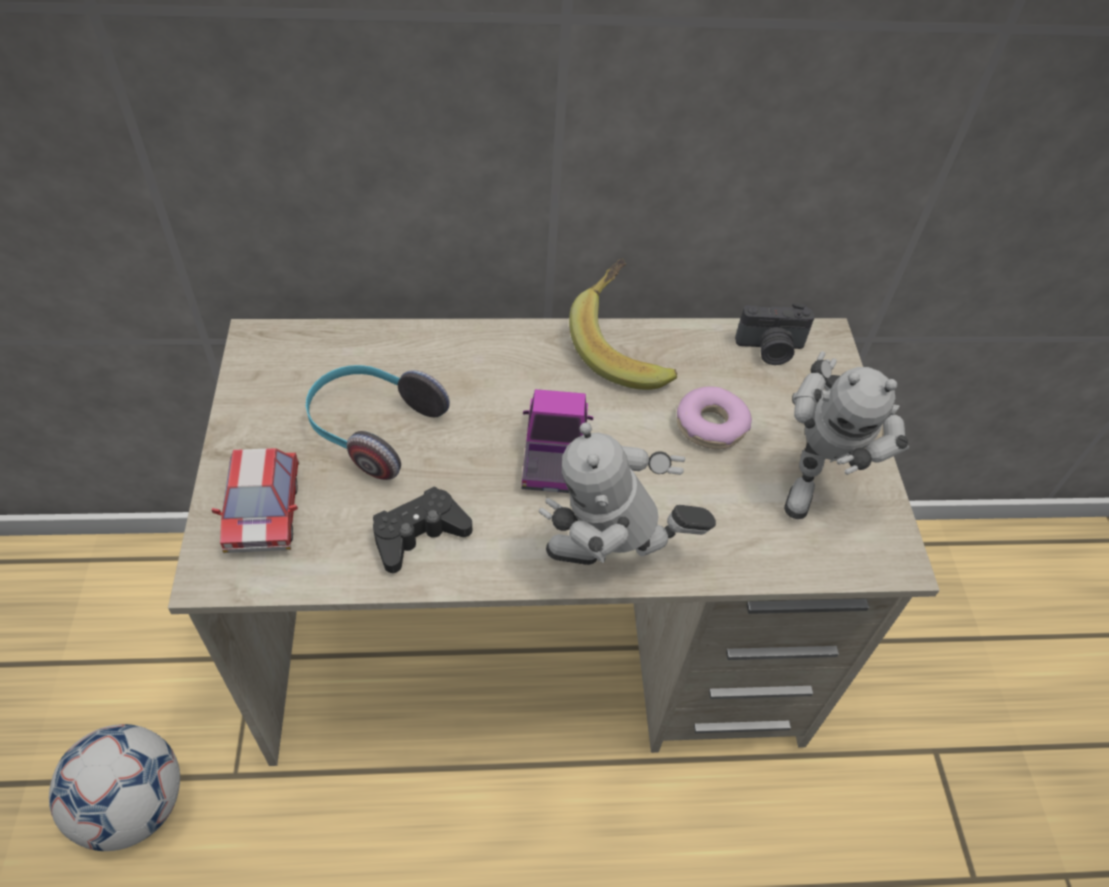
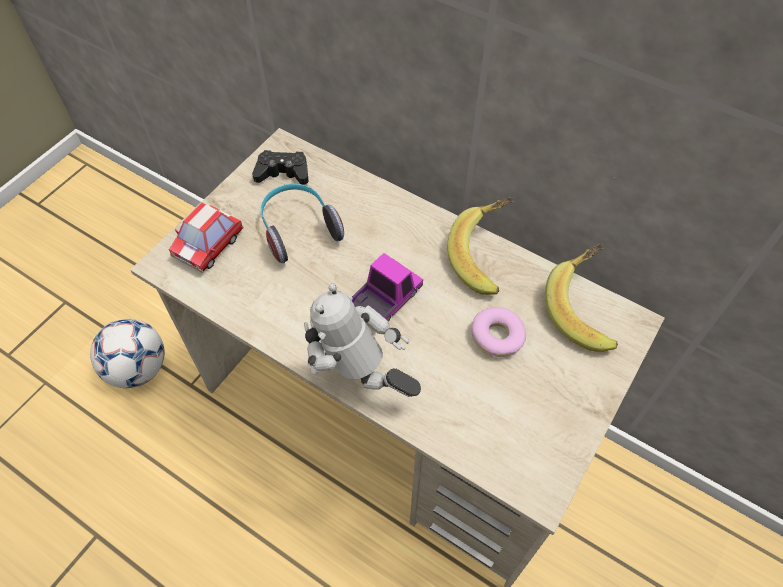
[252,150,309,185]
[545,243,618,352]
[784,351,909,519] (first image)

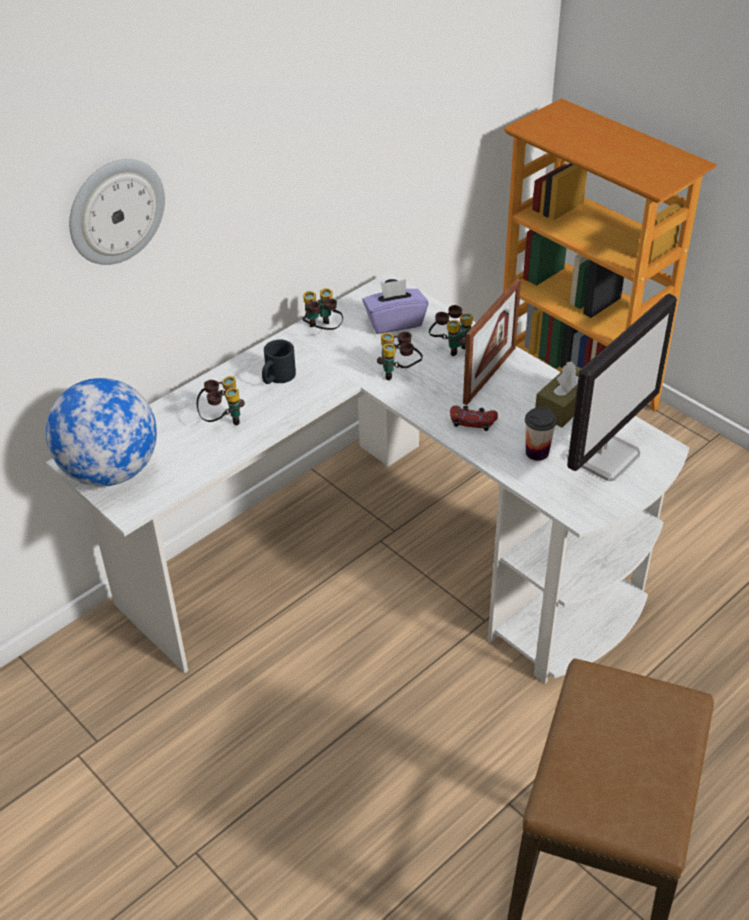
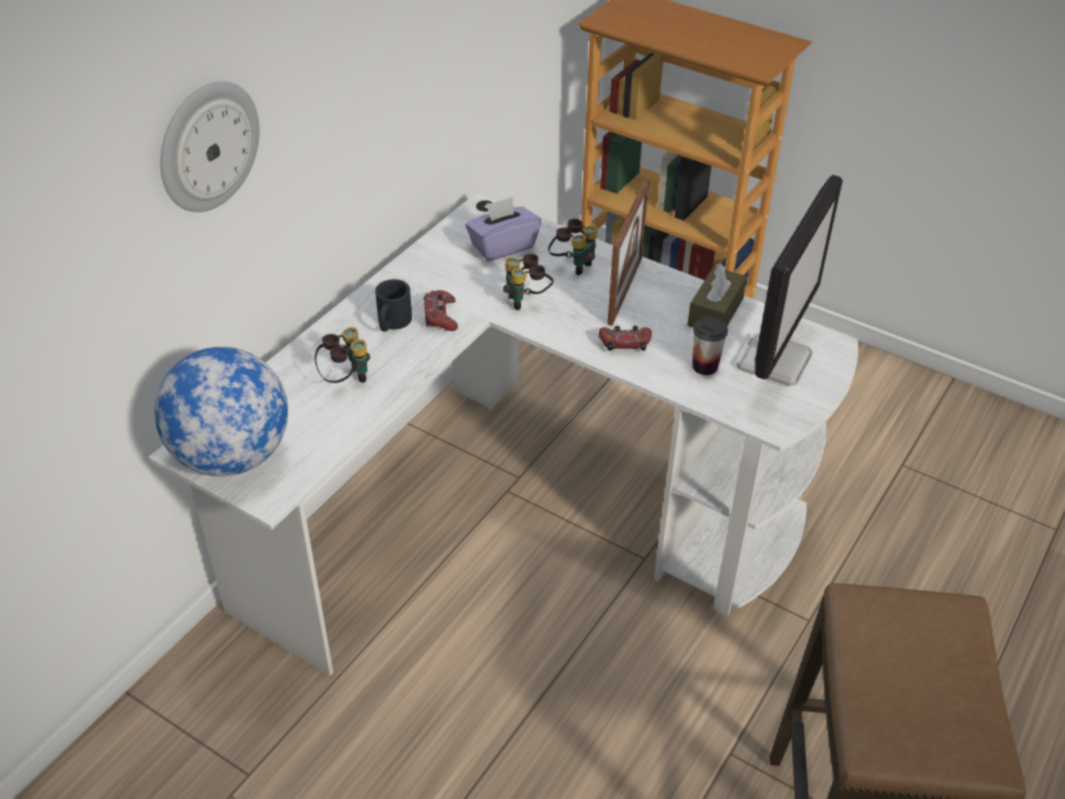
[302,288,343,330] (first image)
[424,290,458,331]

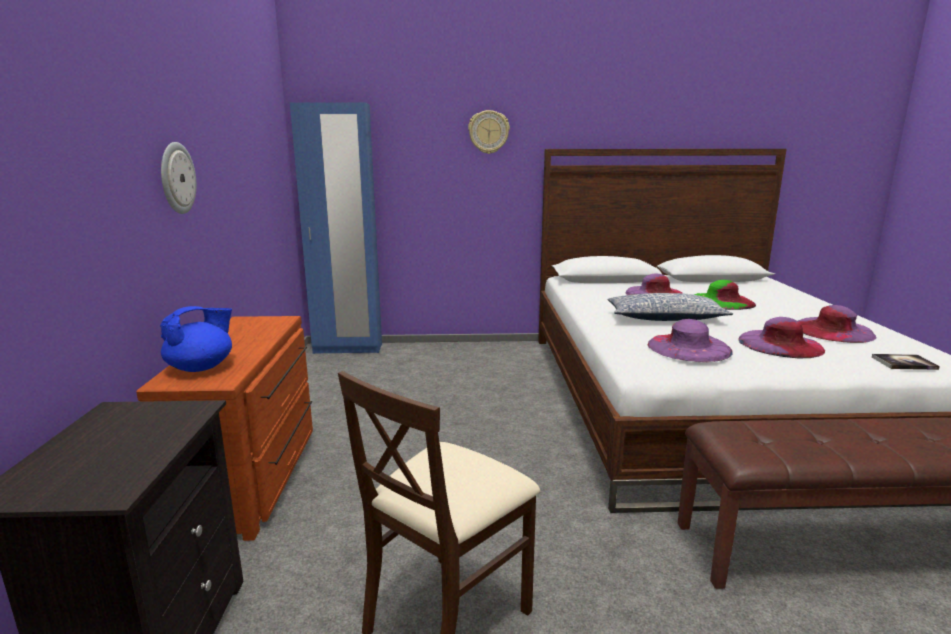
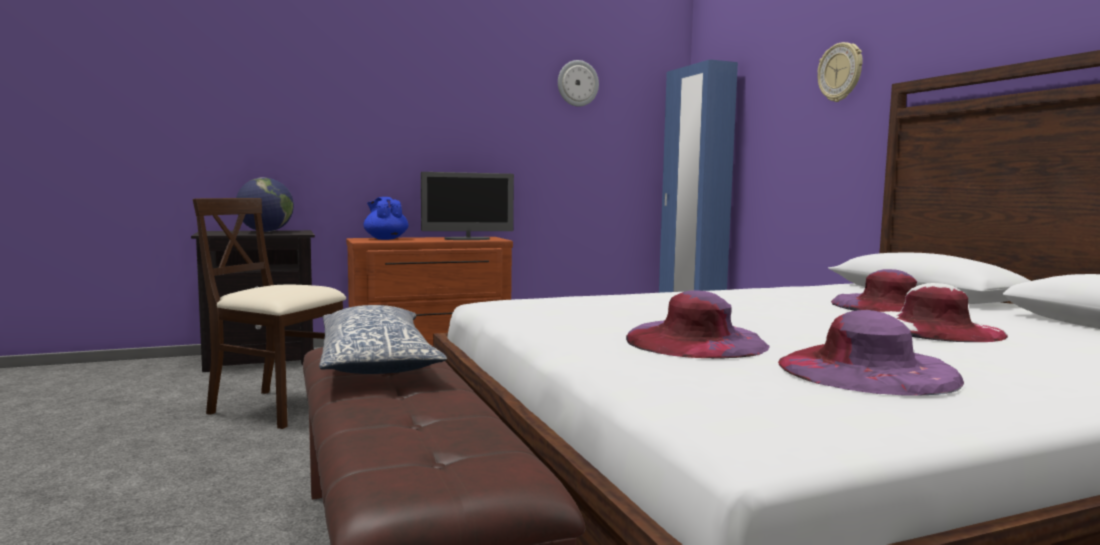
[364,197,408,240]
[558,60,599,107]
[319,305,447,374]
[648,319,733,362] (first image)
[883,283,1008,342]
[872,354,940,370] (first image)
[236,177,294,232]
[421,172,514,240]

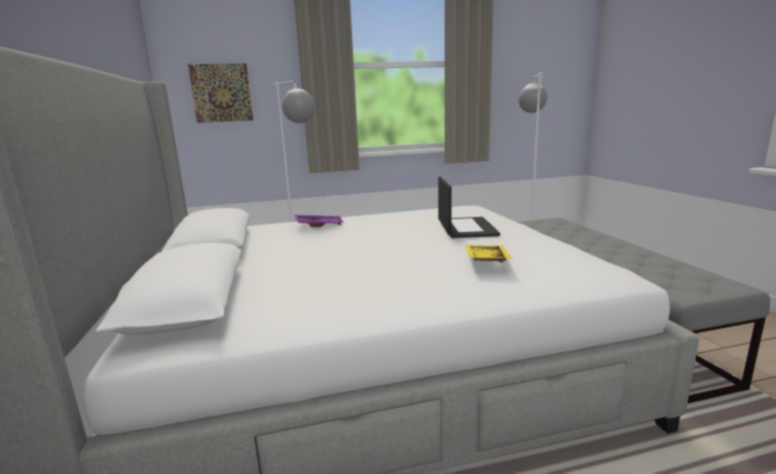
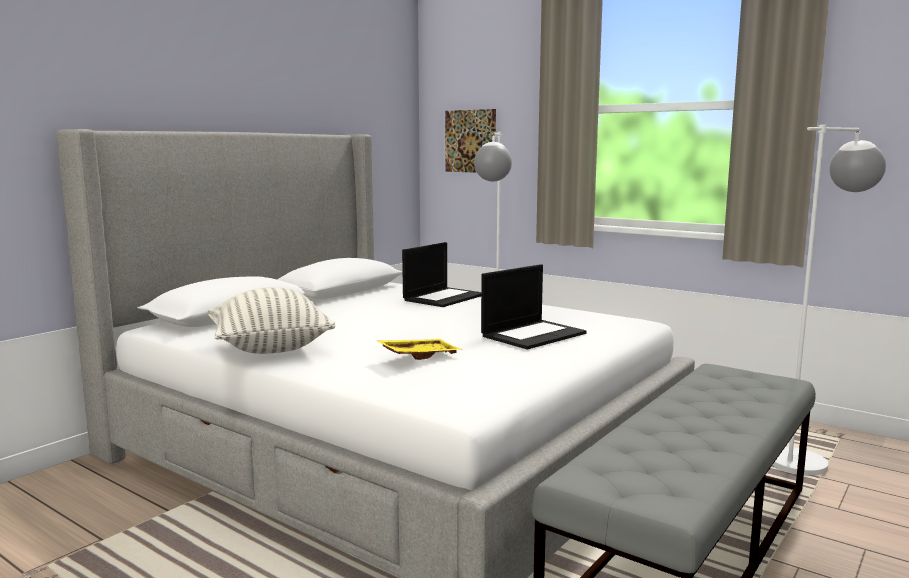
[402,242,481,307]
[208,287,336,354]

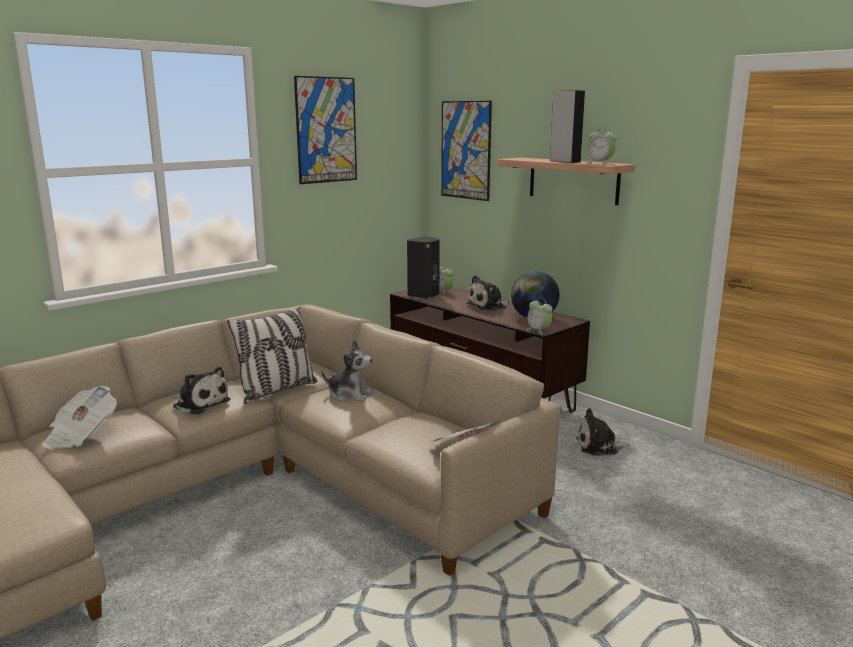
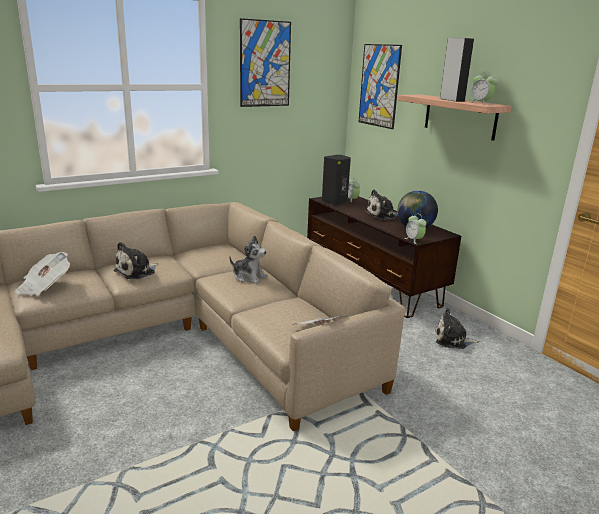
[114,242,159,279]
[227,307,317,404] (first image)

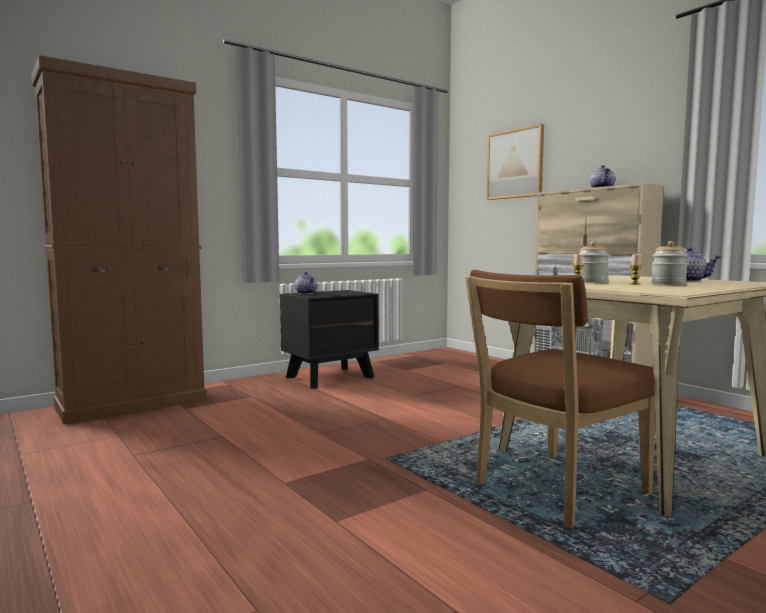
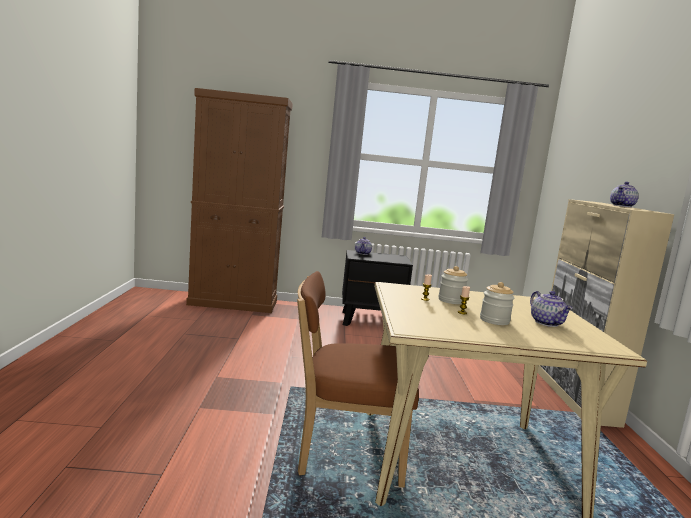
[487,124,544,200] (first image)

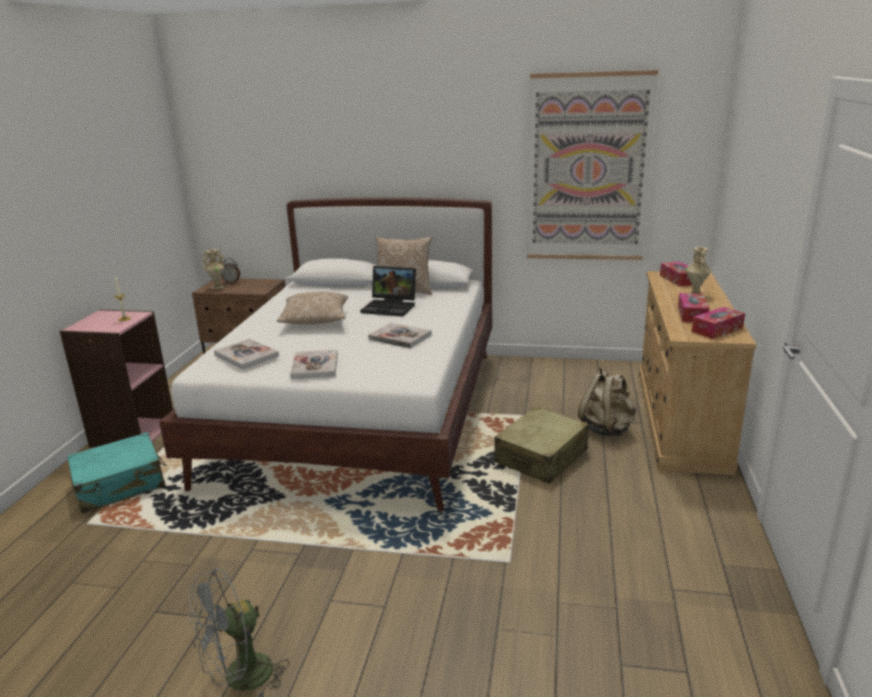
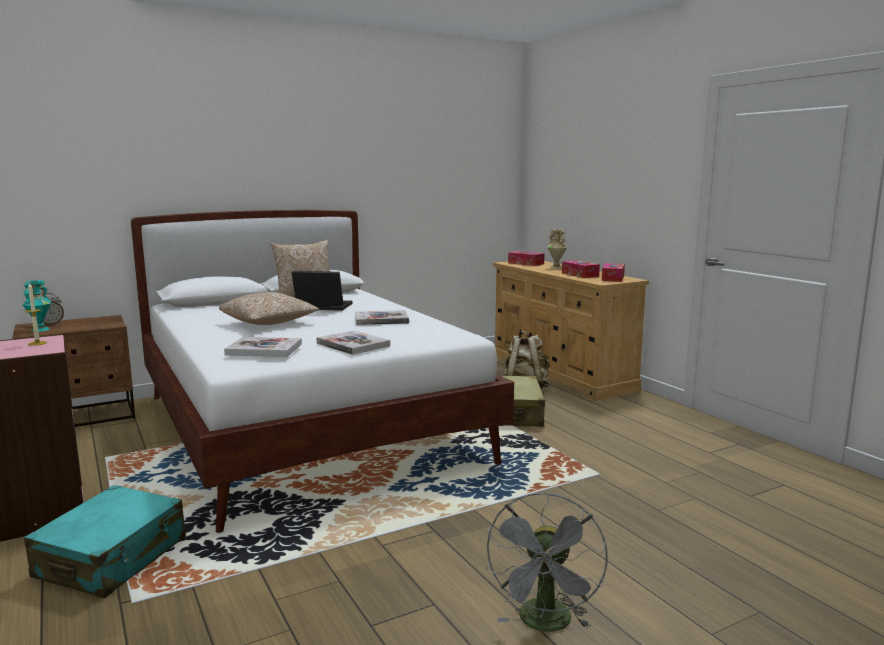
[23,280,51,332]
[292,271,353,311]
[527,70,658,260] (first image)

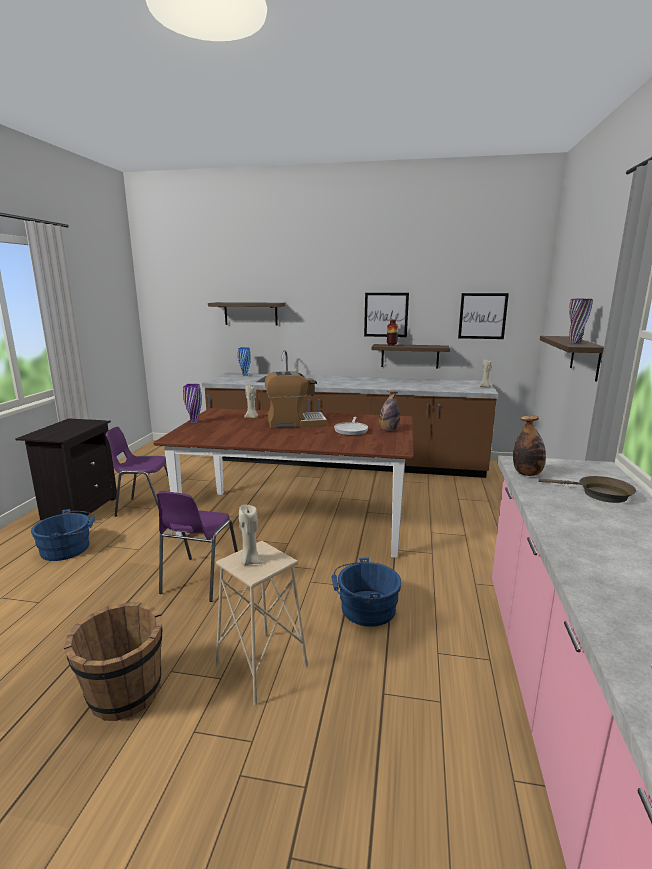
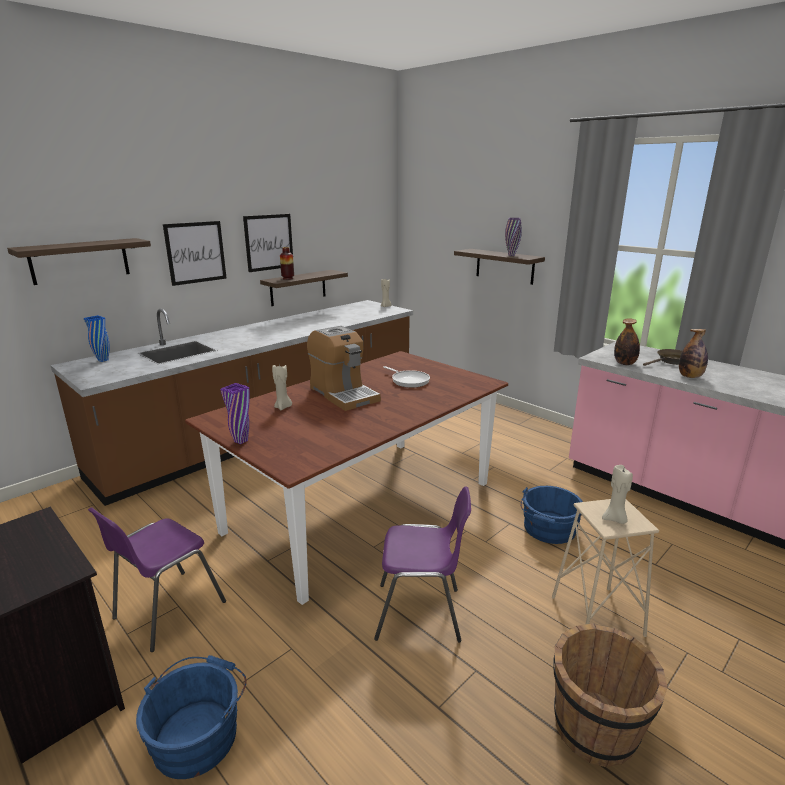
[374,486,471,642]
[307,326,381,411]
[679,329,708,378]
[163,221,227,286]

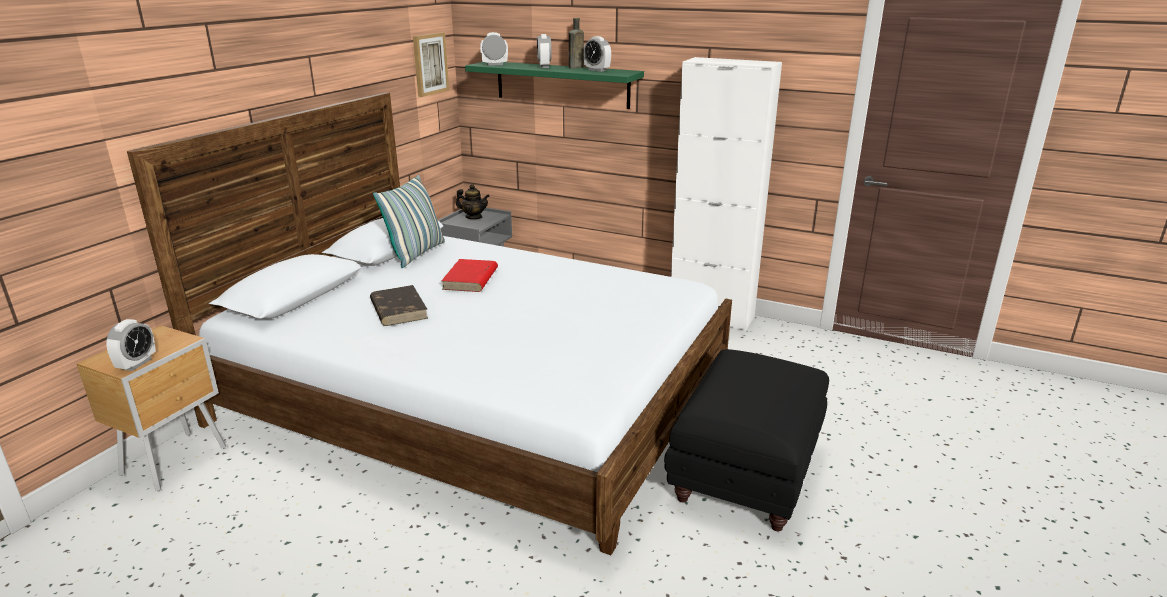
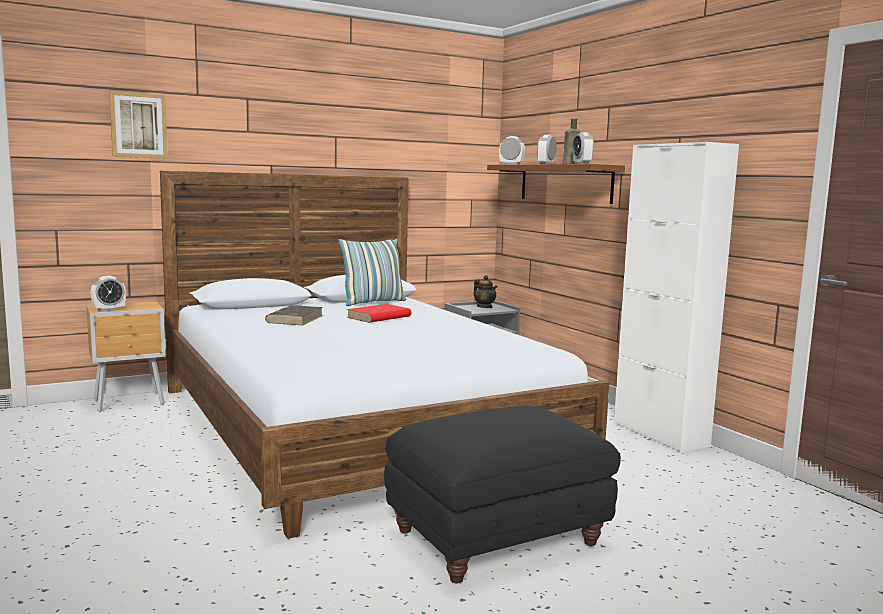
[109,91,168,158]
[487,164,625,204]

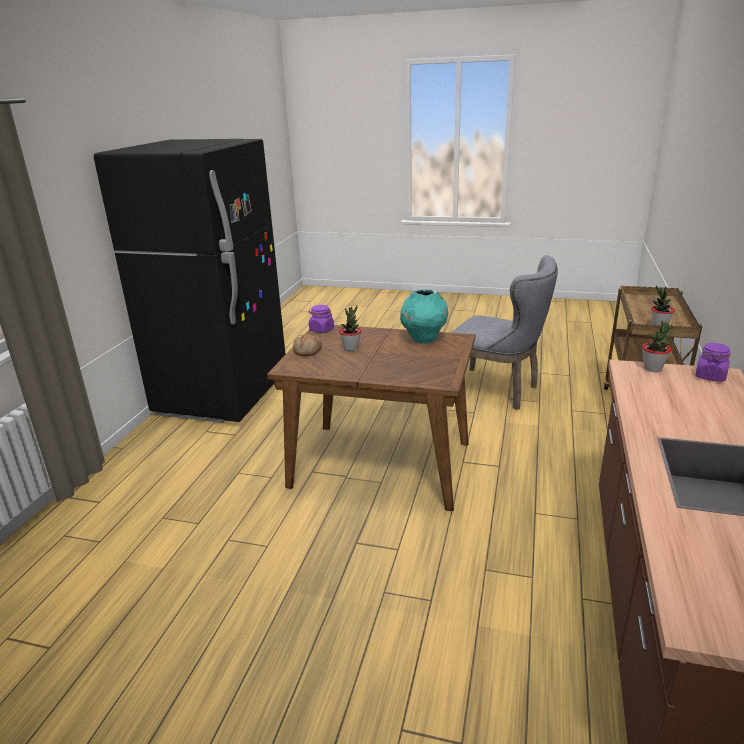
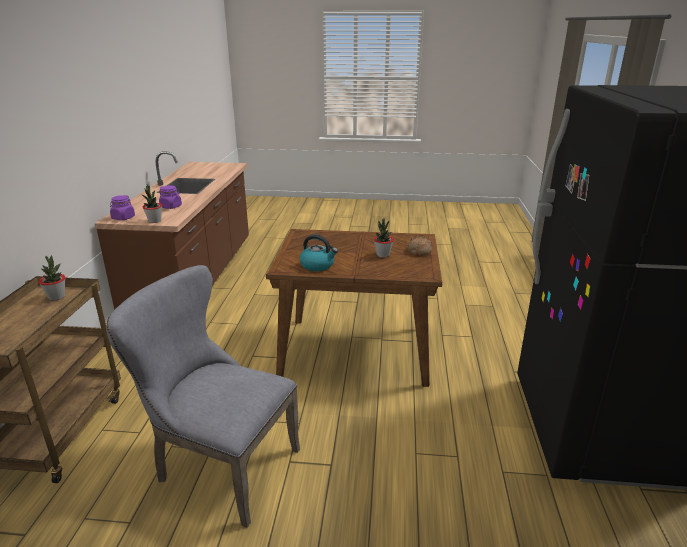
[159,185,182,209]
[300,234,338,271]

